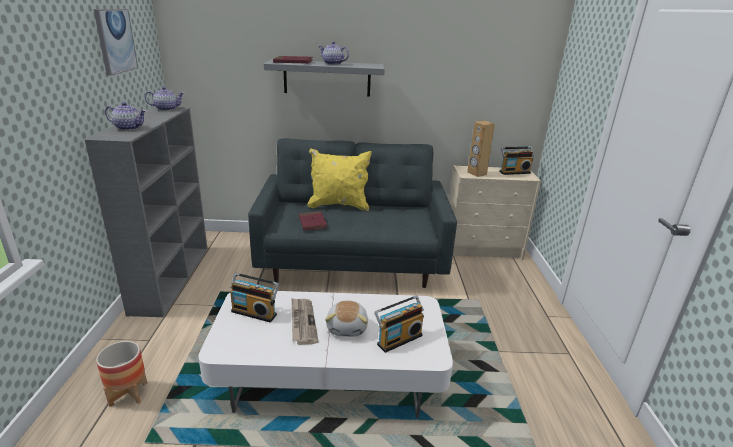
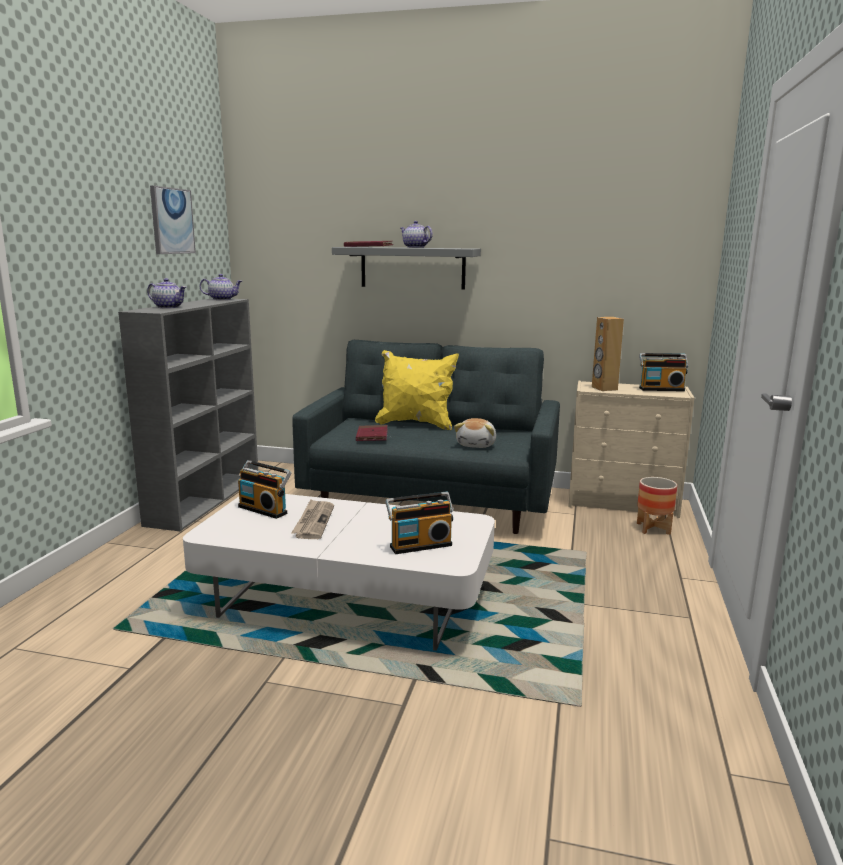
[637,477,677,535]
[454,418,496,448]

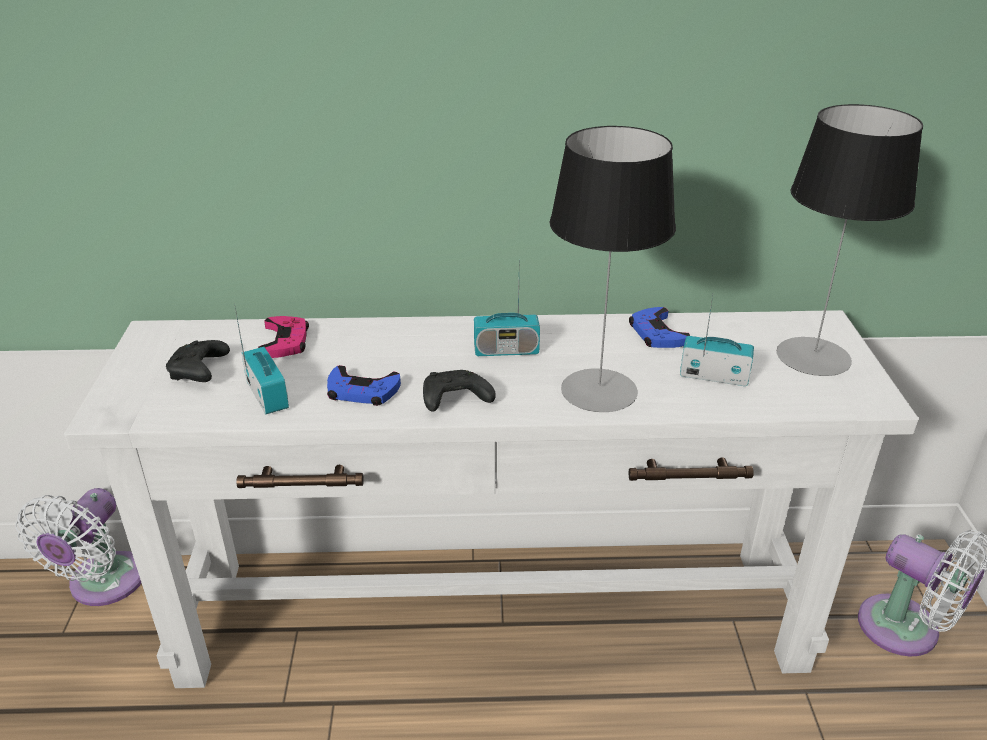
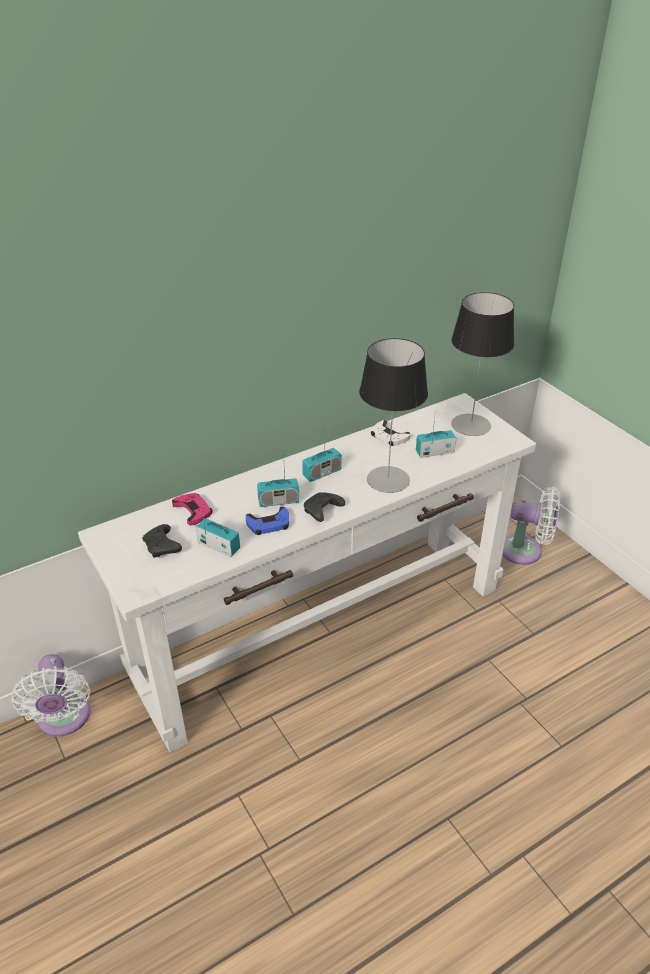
[371,420,410,446]
[257,448,299,507]

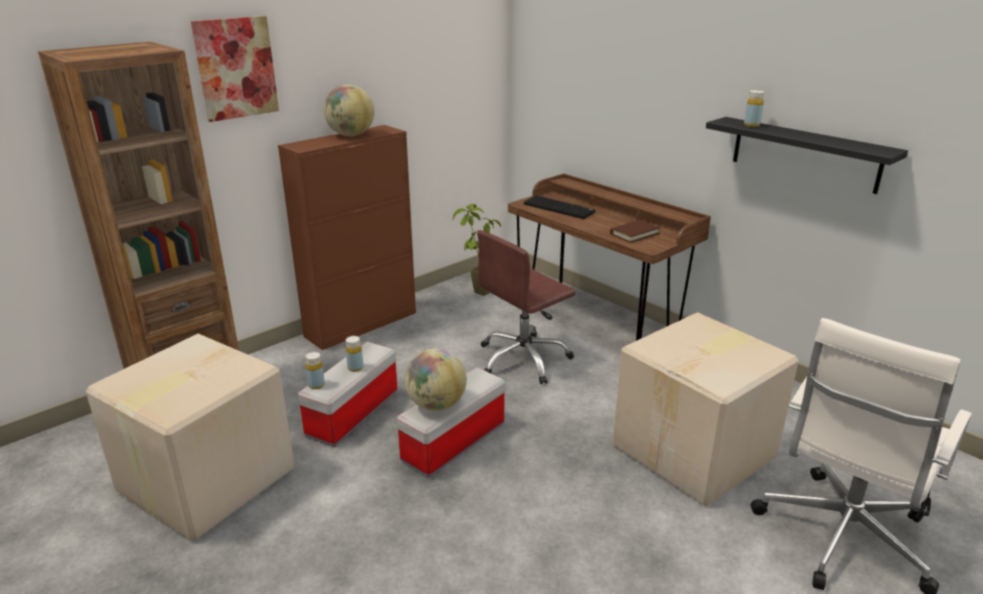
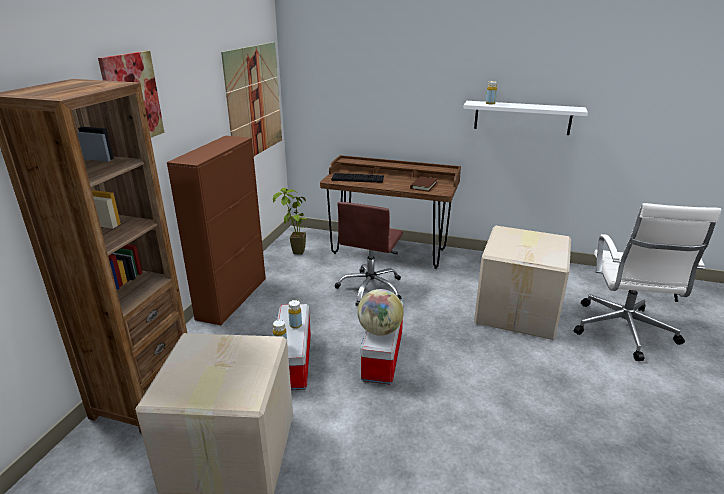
[323,85,375,136] (first image)
[463,101,588,135]
[221,42,282,156]

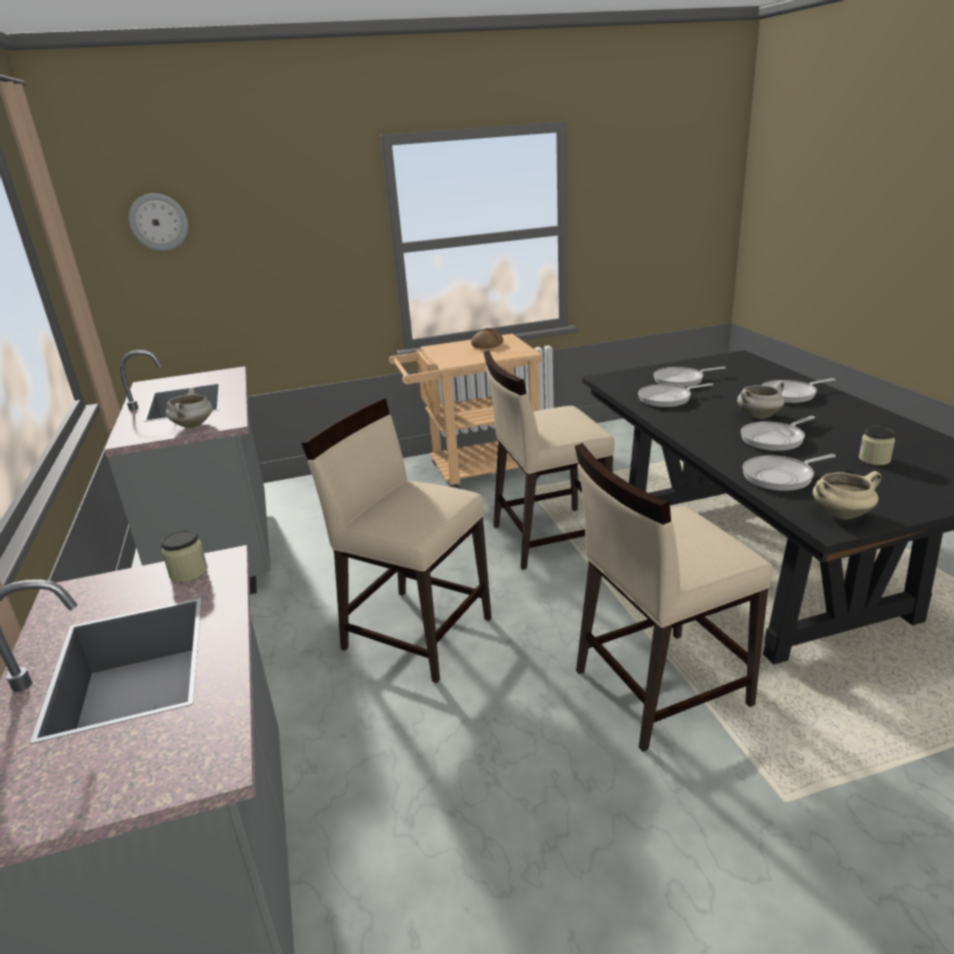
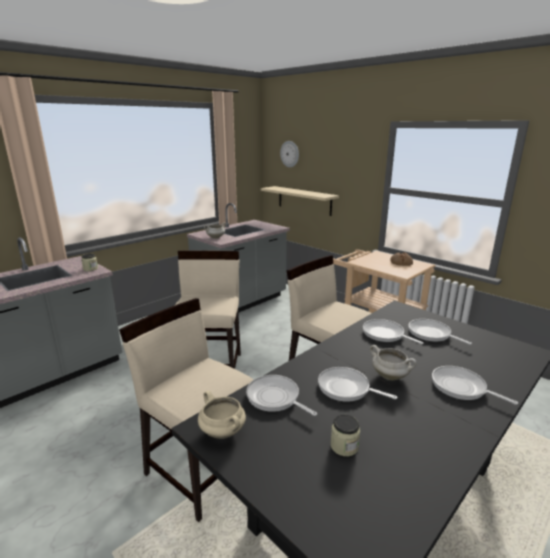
[261,186,339,216]

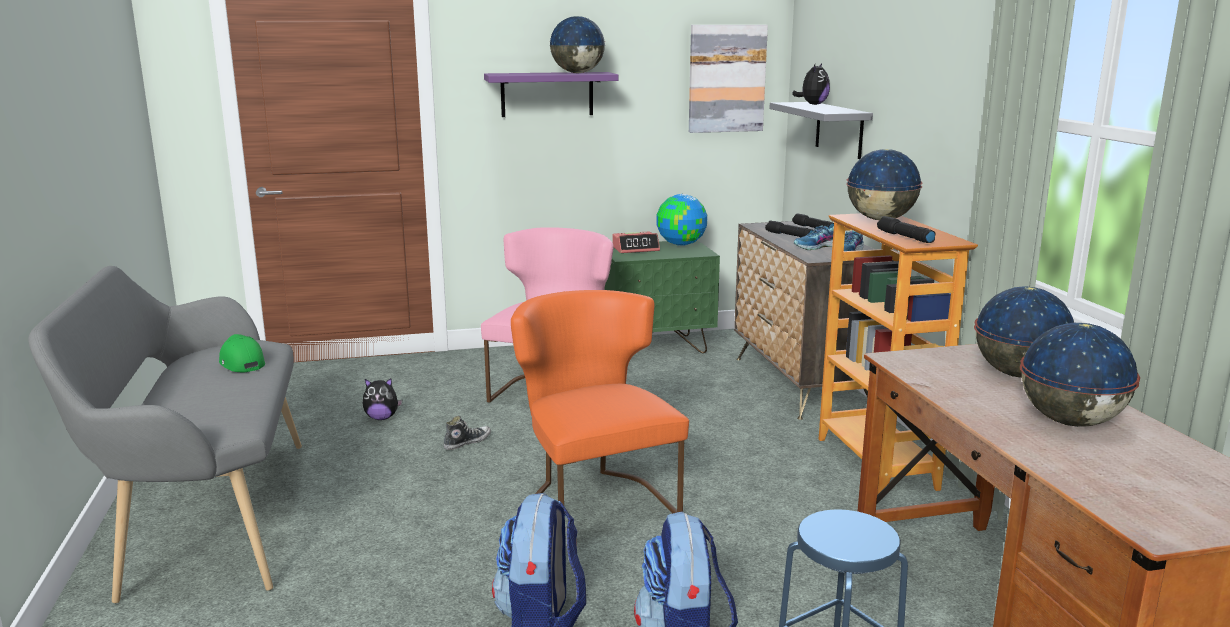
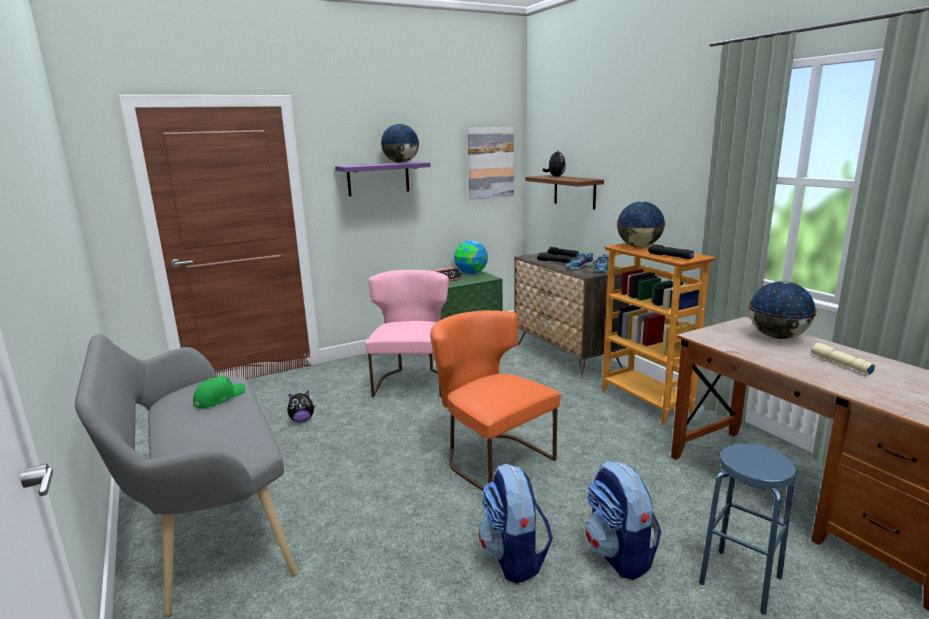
[193,375,245,408]
[443,416,491,450] (first image)
[525,175,604,210]
[811,343,875,374]

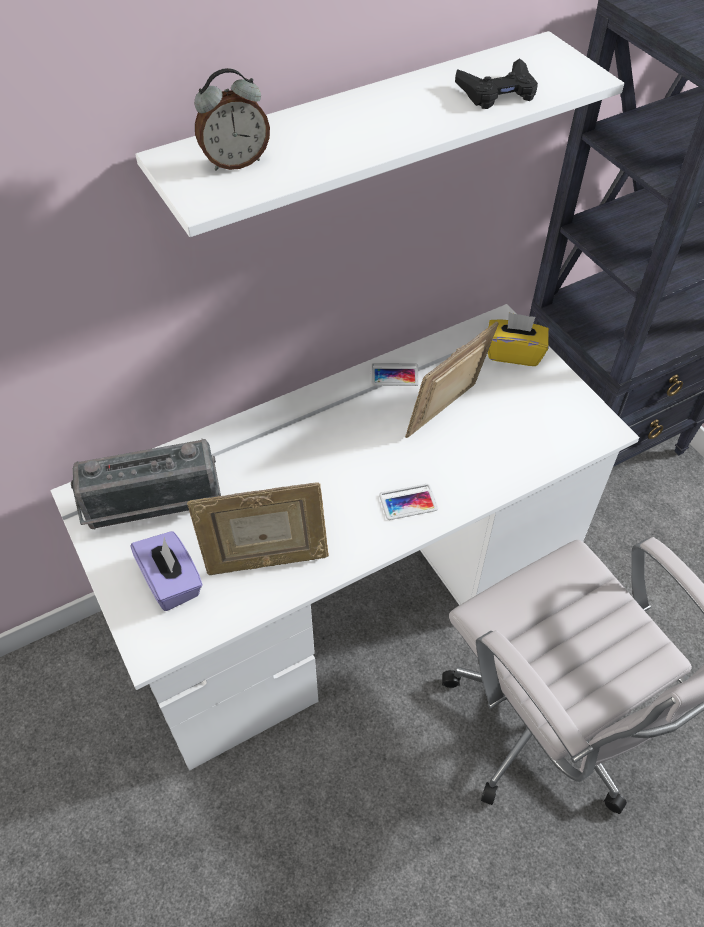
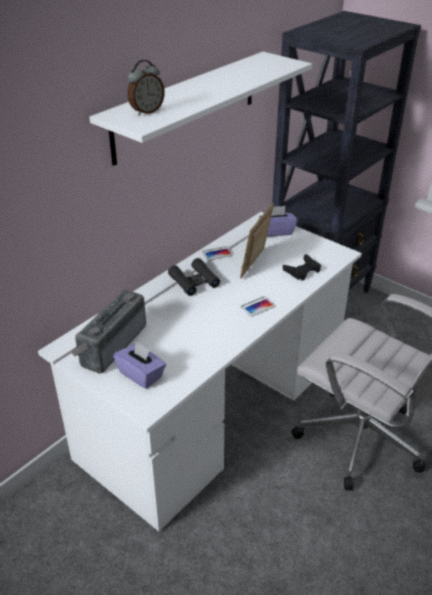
[71,290,146,374]
[187,482,329,575] (first image)
[283,254,321,280]
[259,206,297,237]
[168,258,220,296]

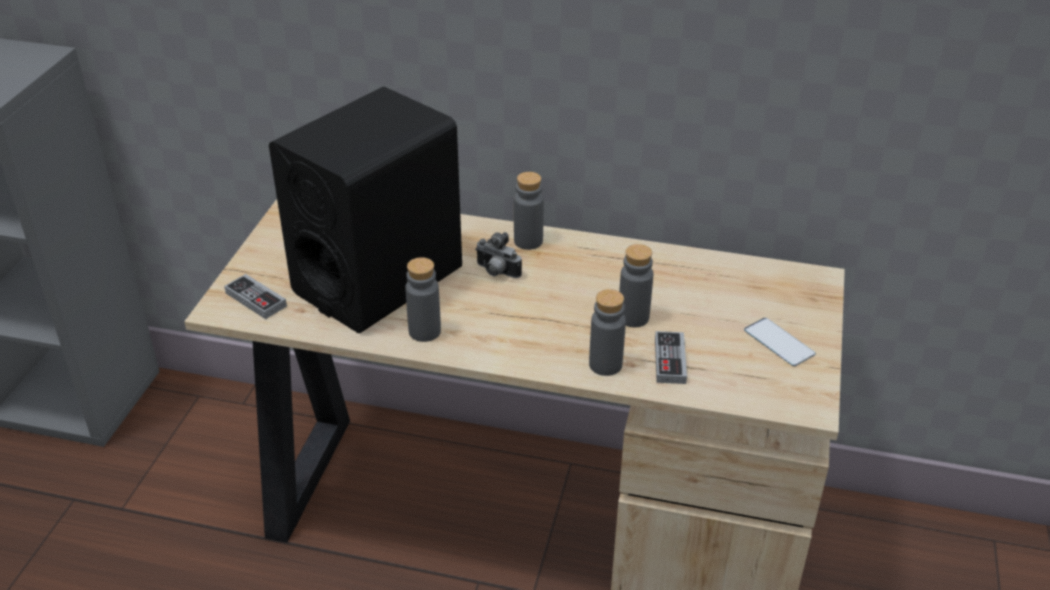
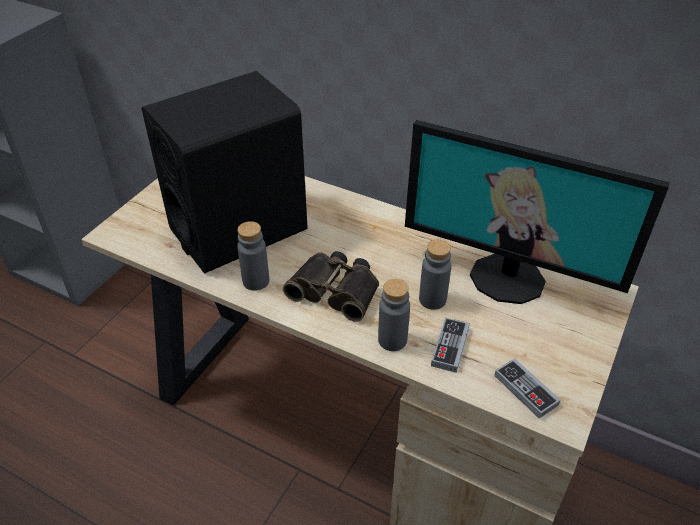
[494,358,561,419]
[475,232,522,278] (first image)
[514,172,544,250] (first image)
[744,318,816,366] (first image)
[283,251,379,322]
[405,120,670,304]

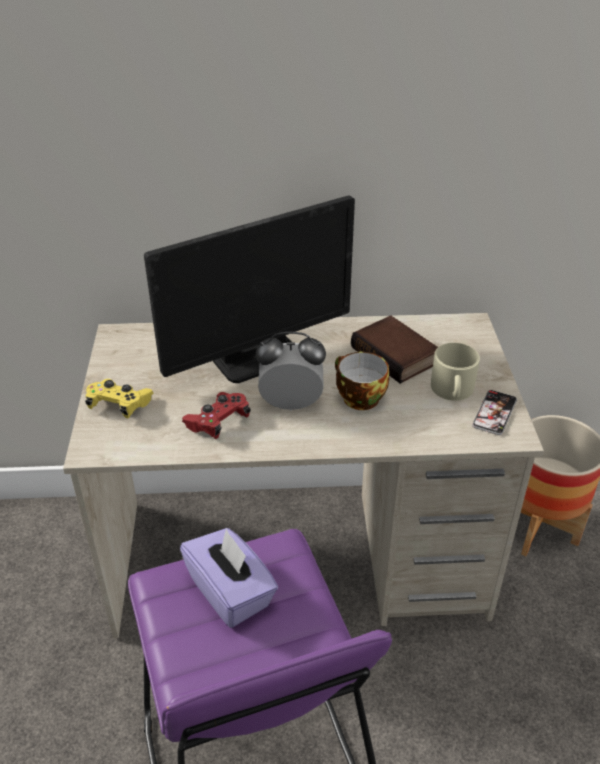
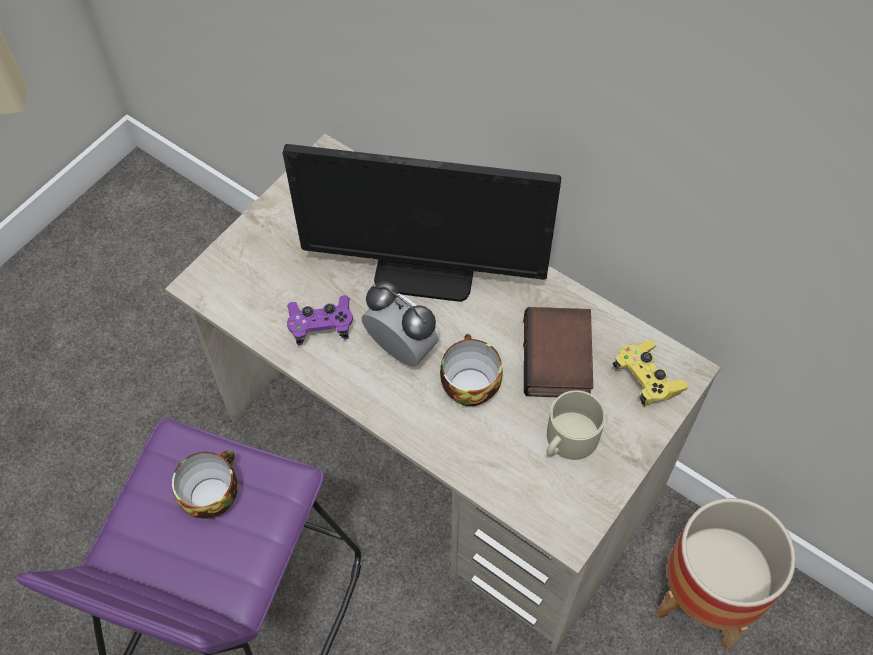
[613,340,688,407]
[172,450,238,519]
[287,295,353,345]
[472,390,517,435] (first image)

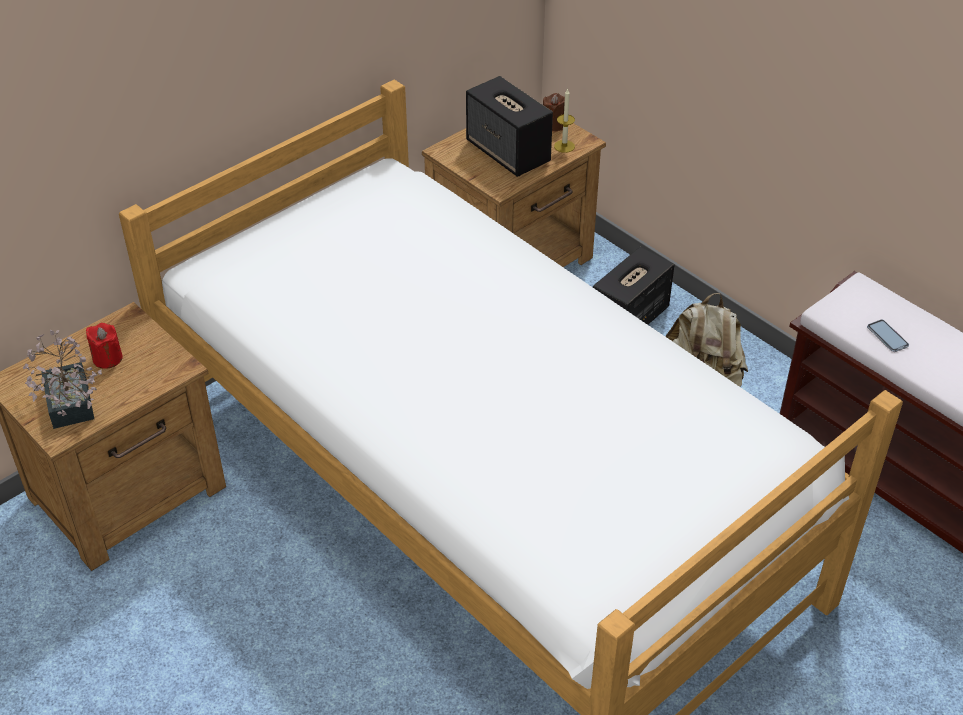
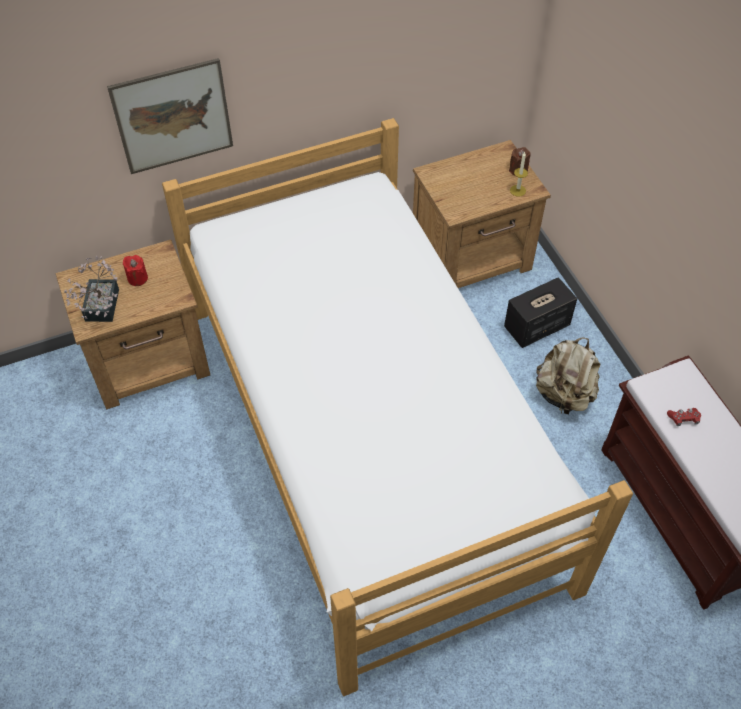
[466,76,553,177] (first image)
[667,408,701,426]
[107,58,233,174]

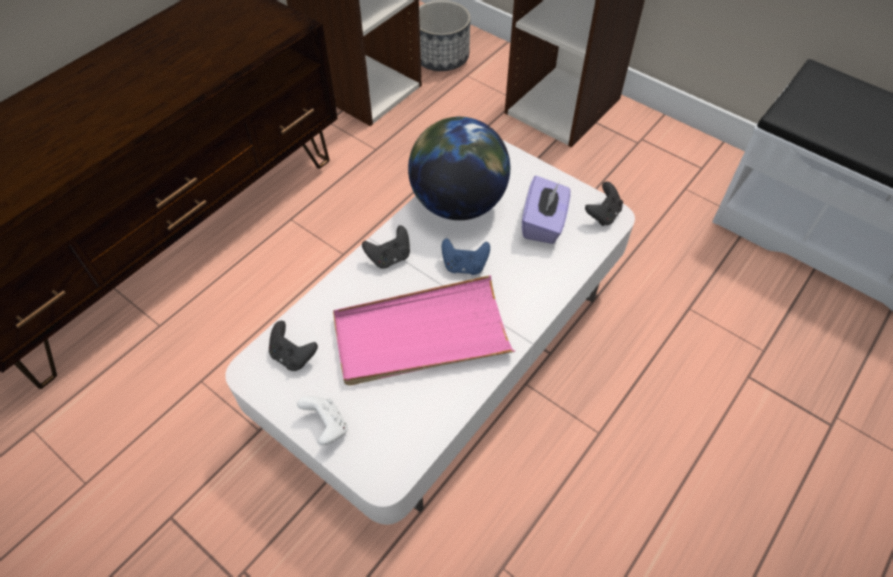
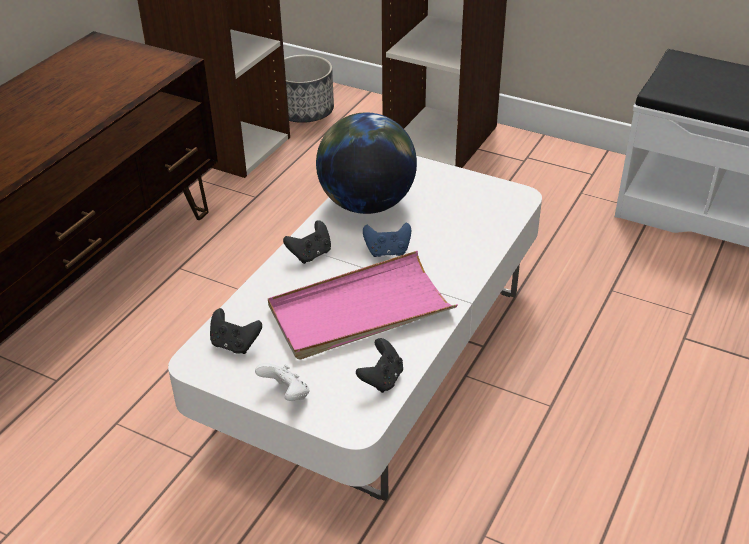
[522,176,570,244] (first image)
[356,338,403,393]

